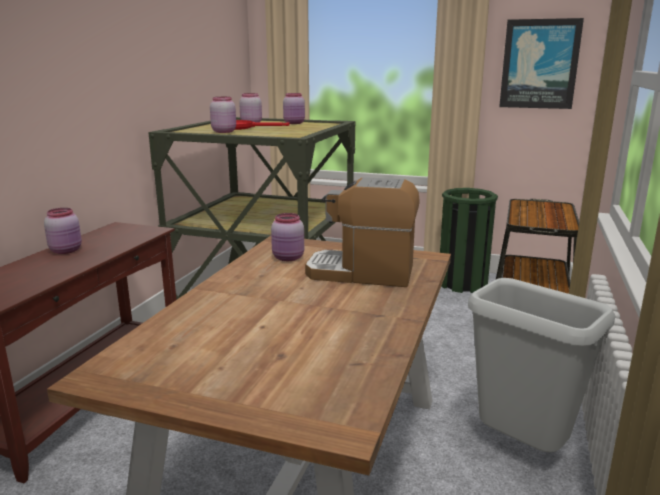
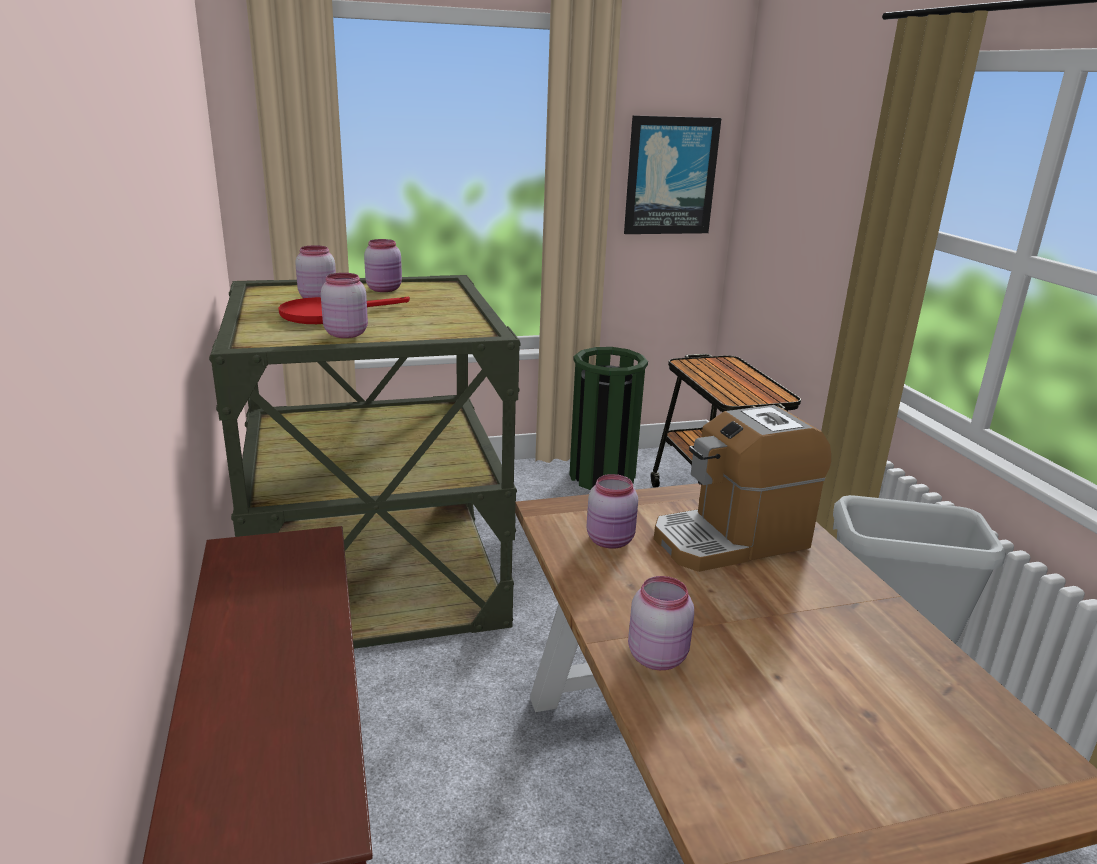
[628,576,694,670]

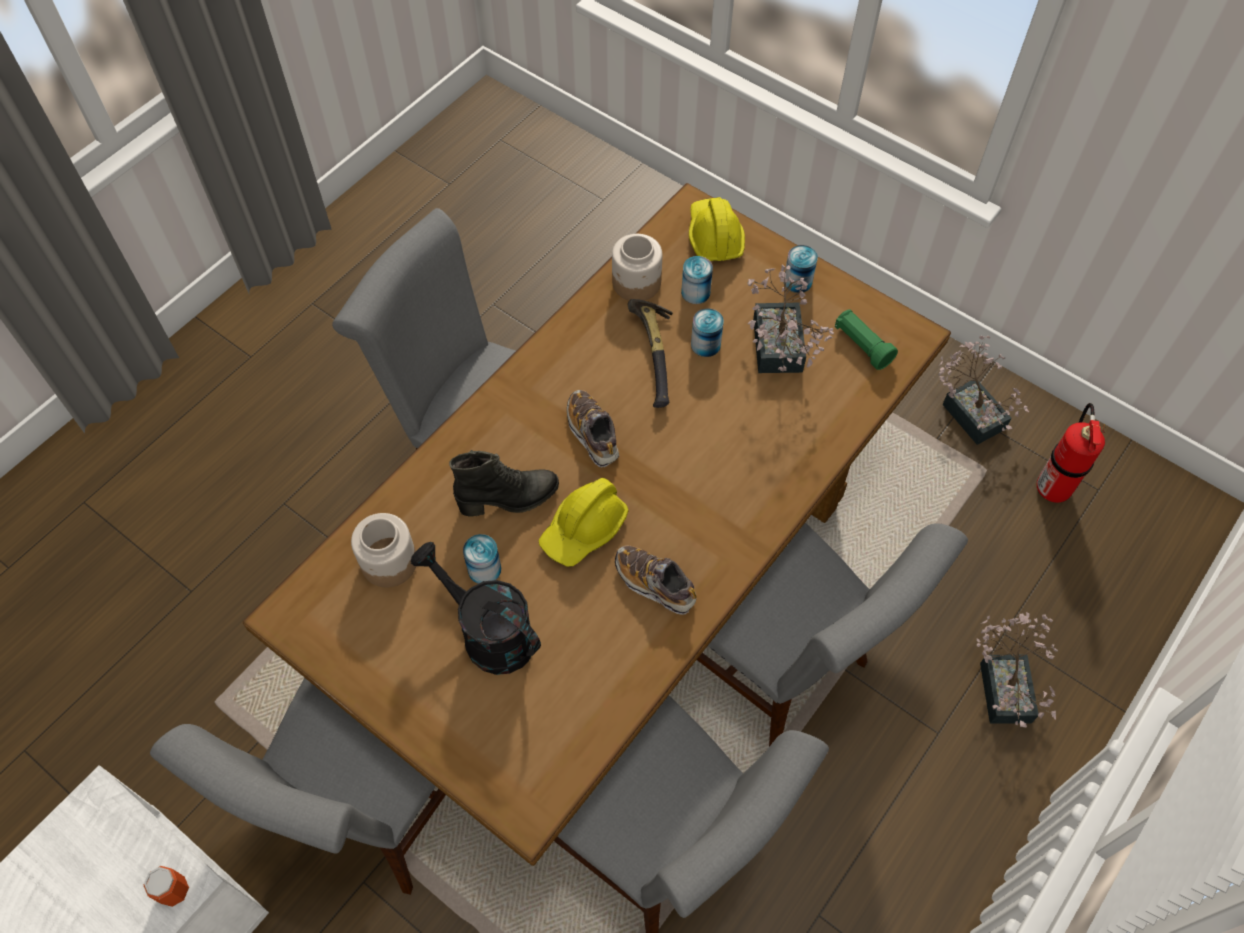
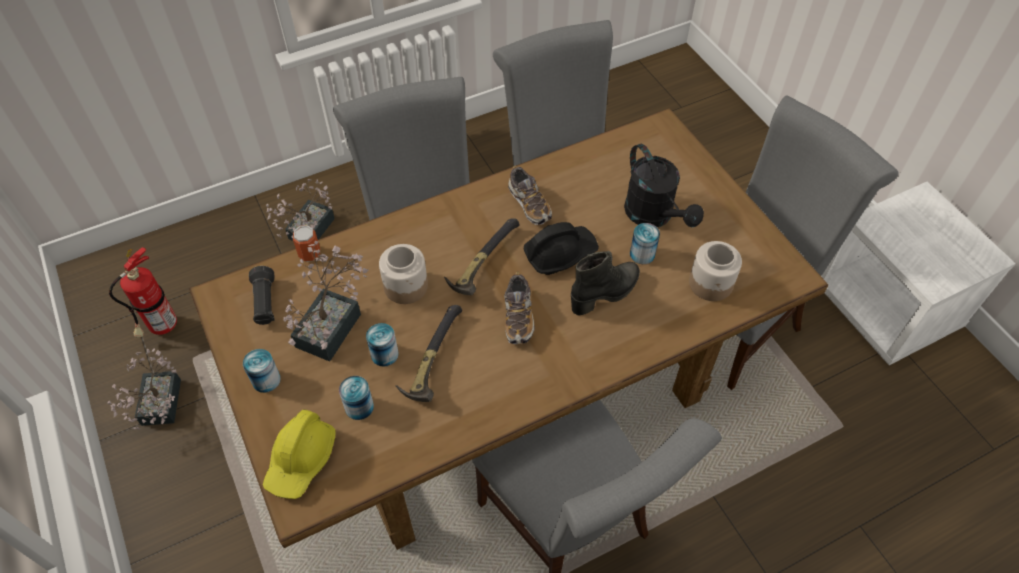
[293,225,320,262]
[571,251,640,315]
[524,222,599,275]
[379,244,428,304]
[249,266,275,325]
[444,218,519,296]

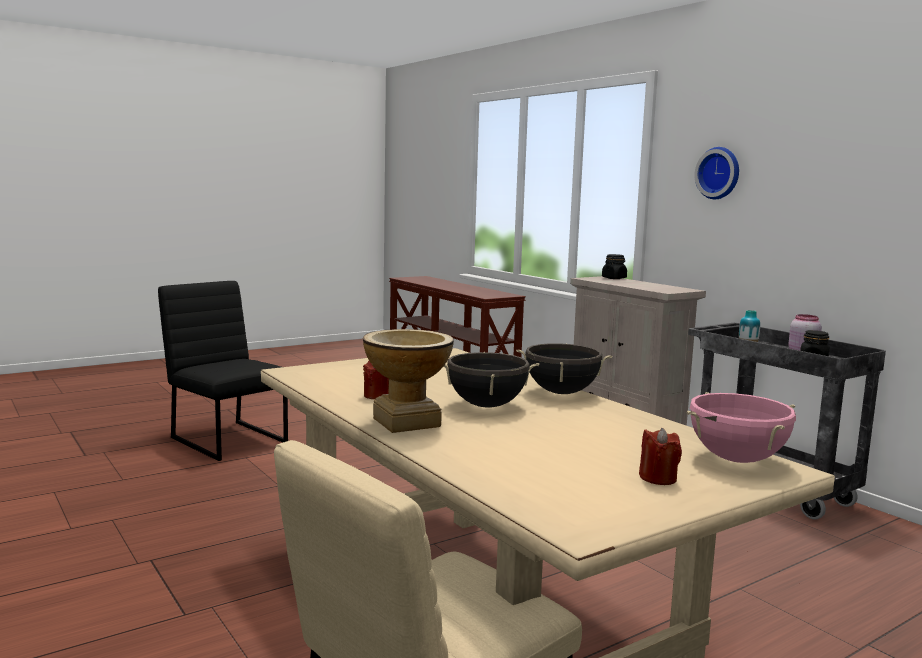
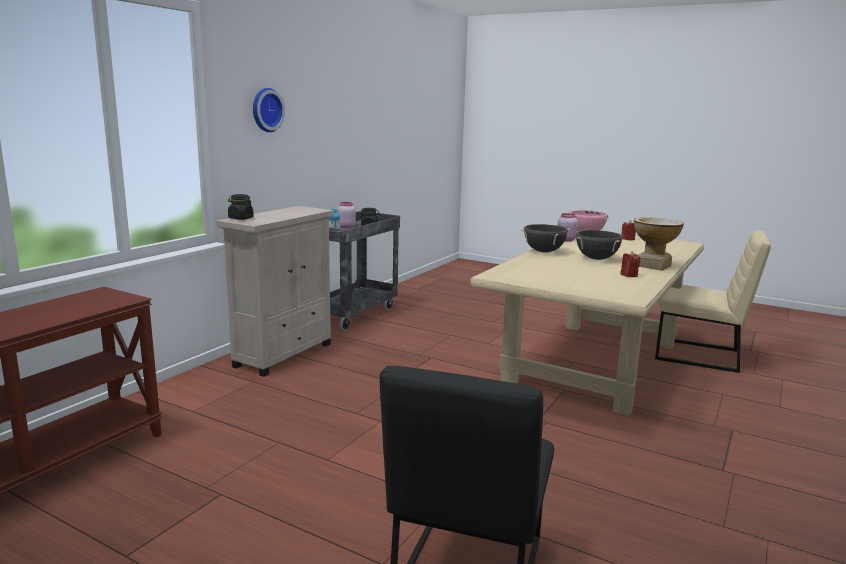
[558,213,578,242]

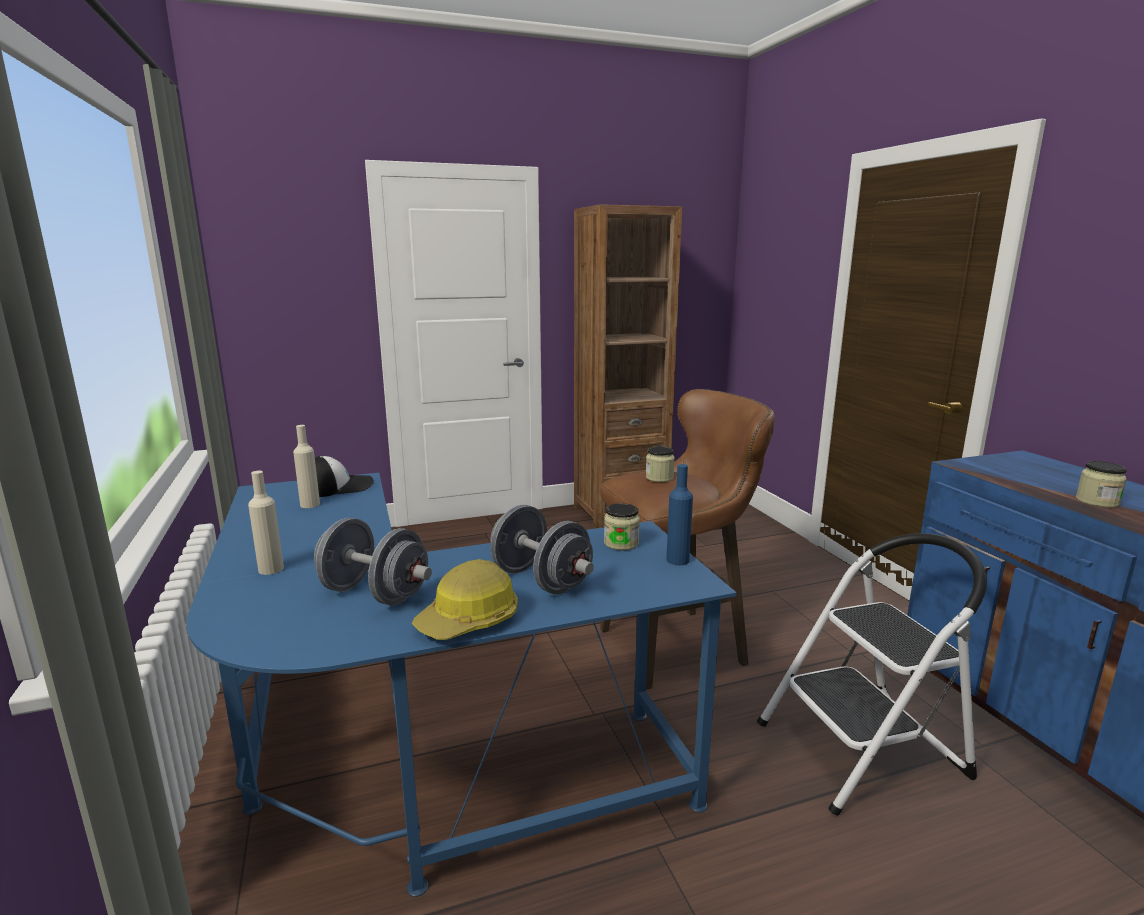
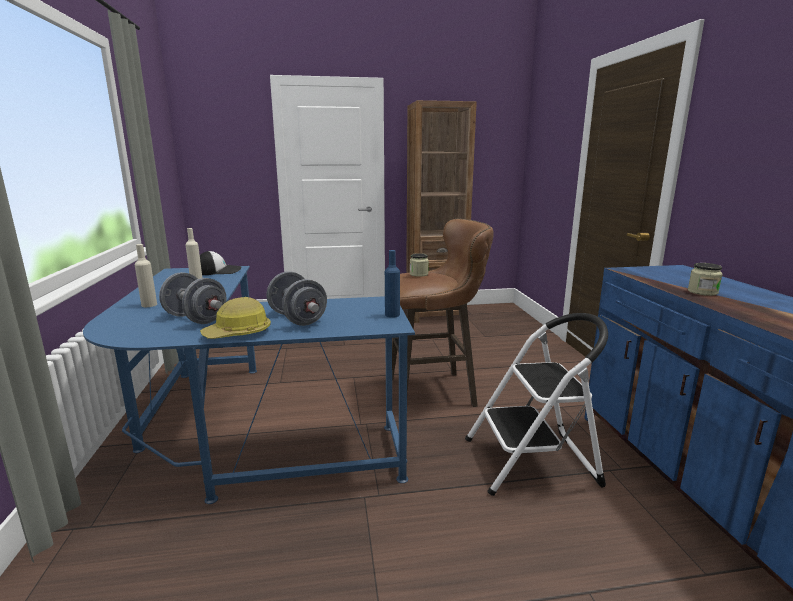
[604,503,640,550] (first image)

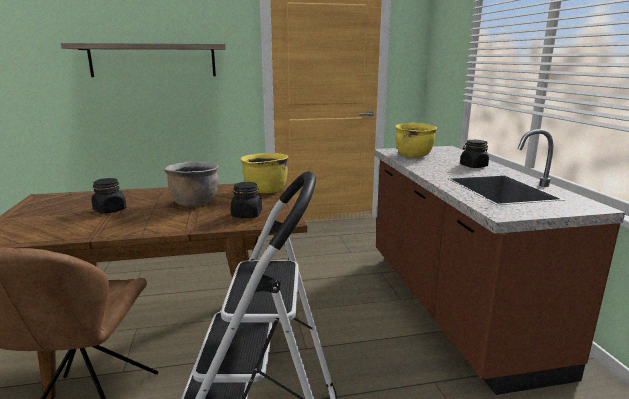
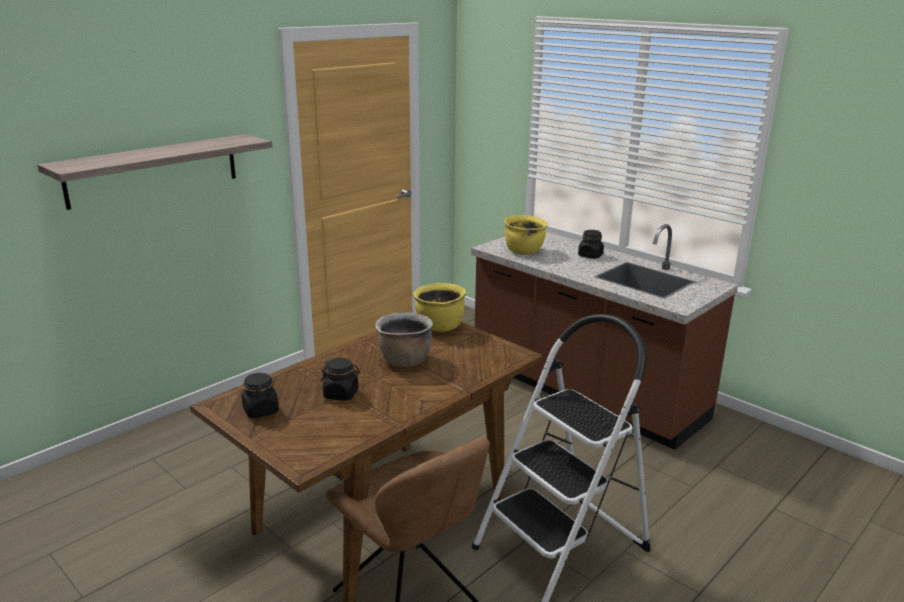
[242,373,279,418]

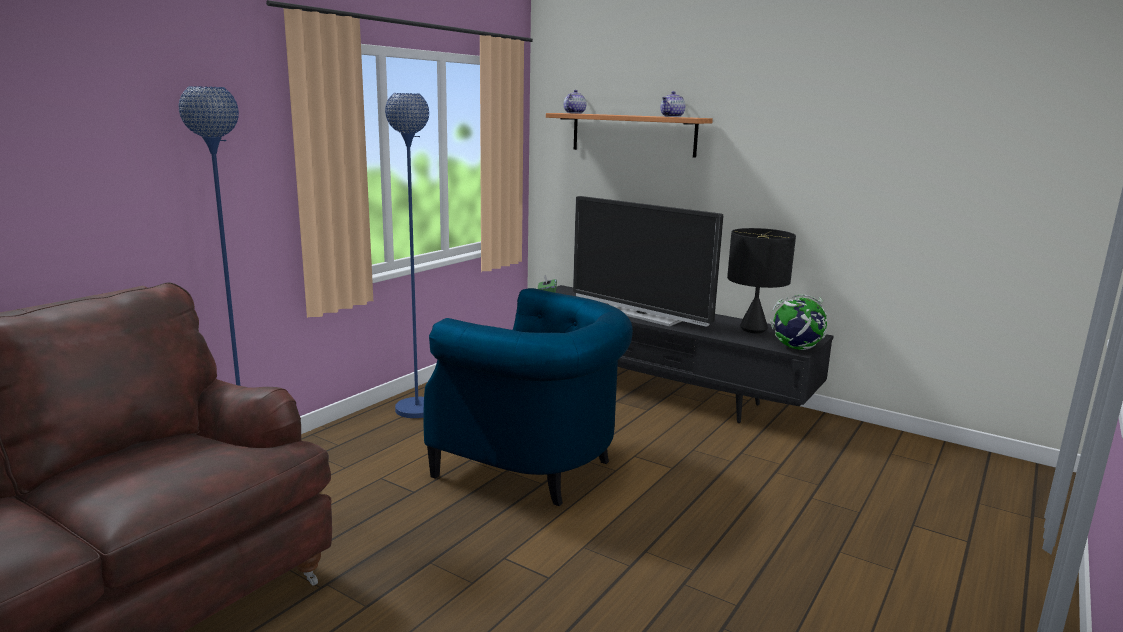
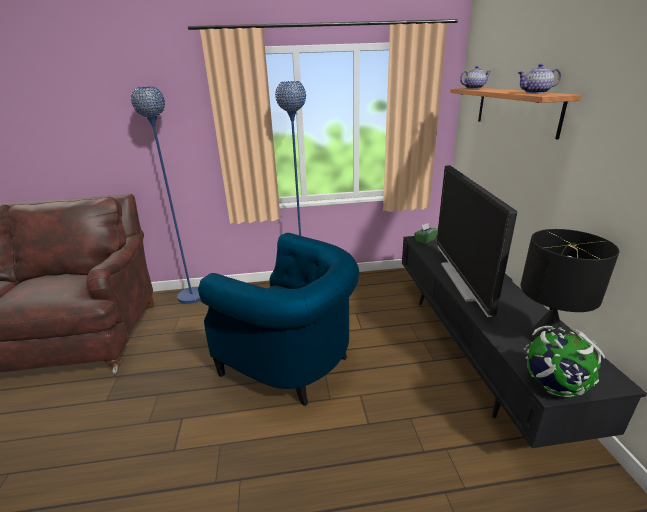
[198,233,359,406]

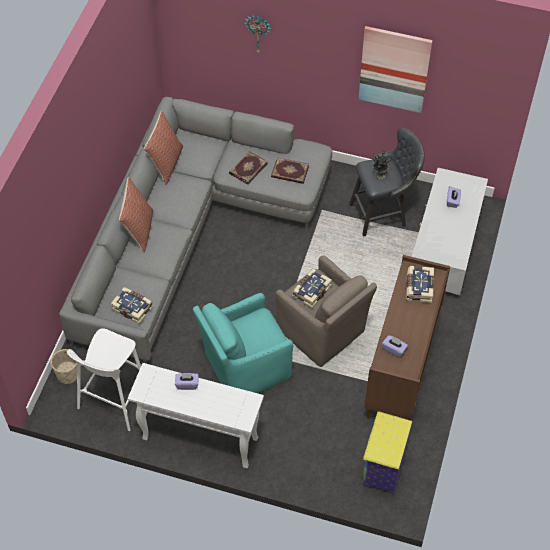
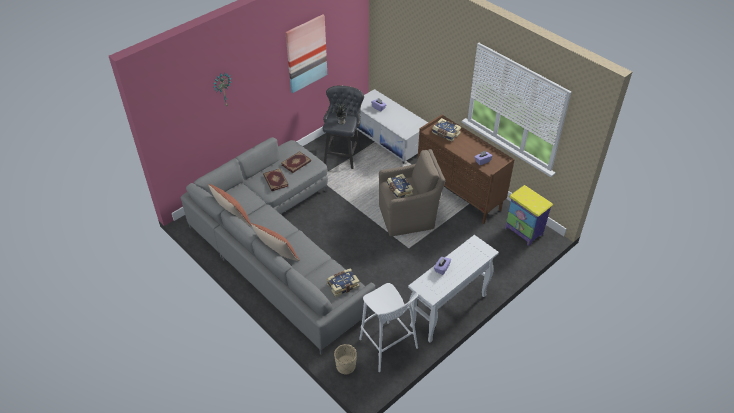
[193,293,293,393] (first image)

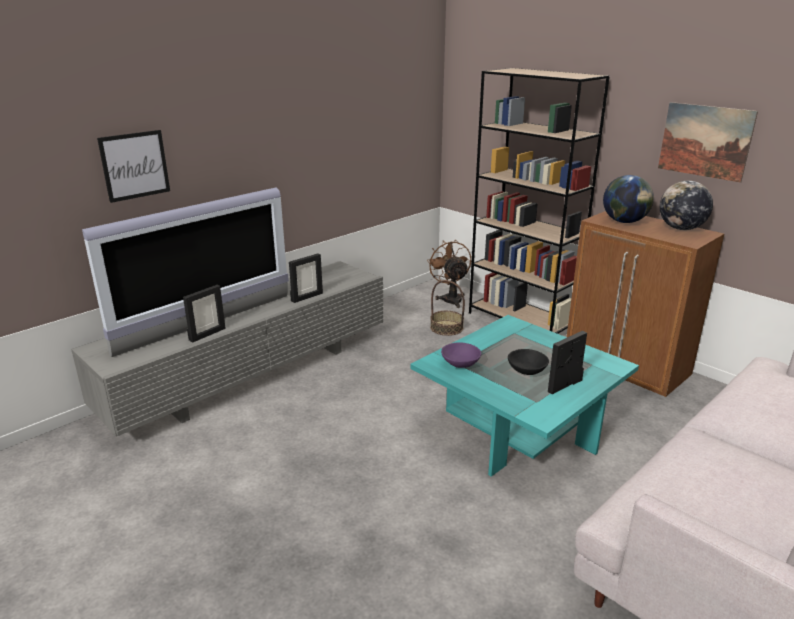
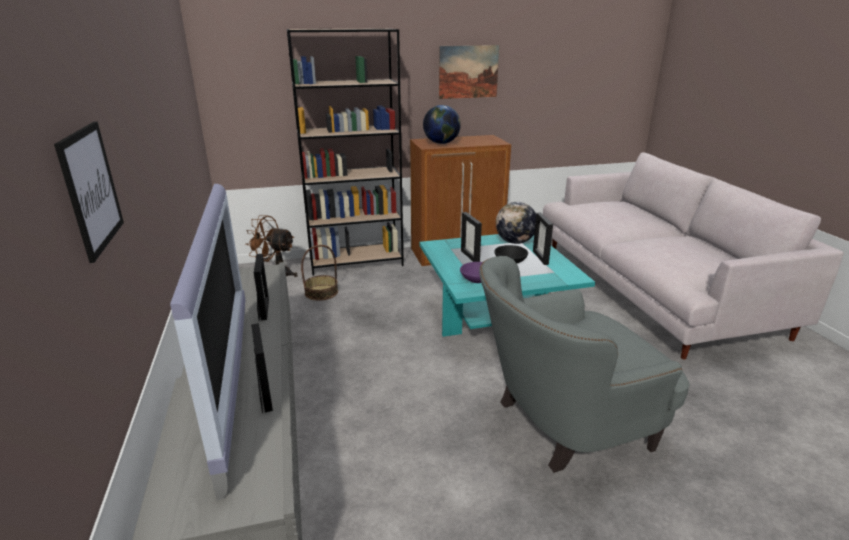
[496,202,536,244]
[461,212,482,262]
[479,256,689,473]

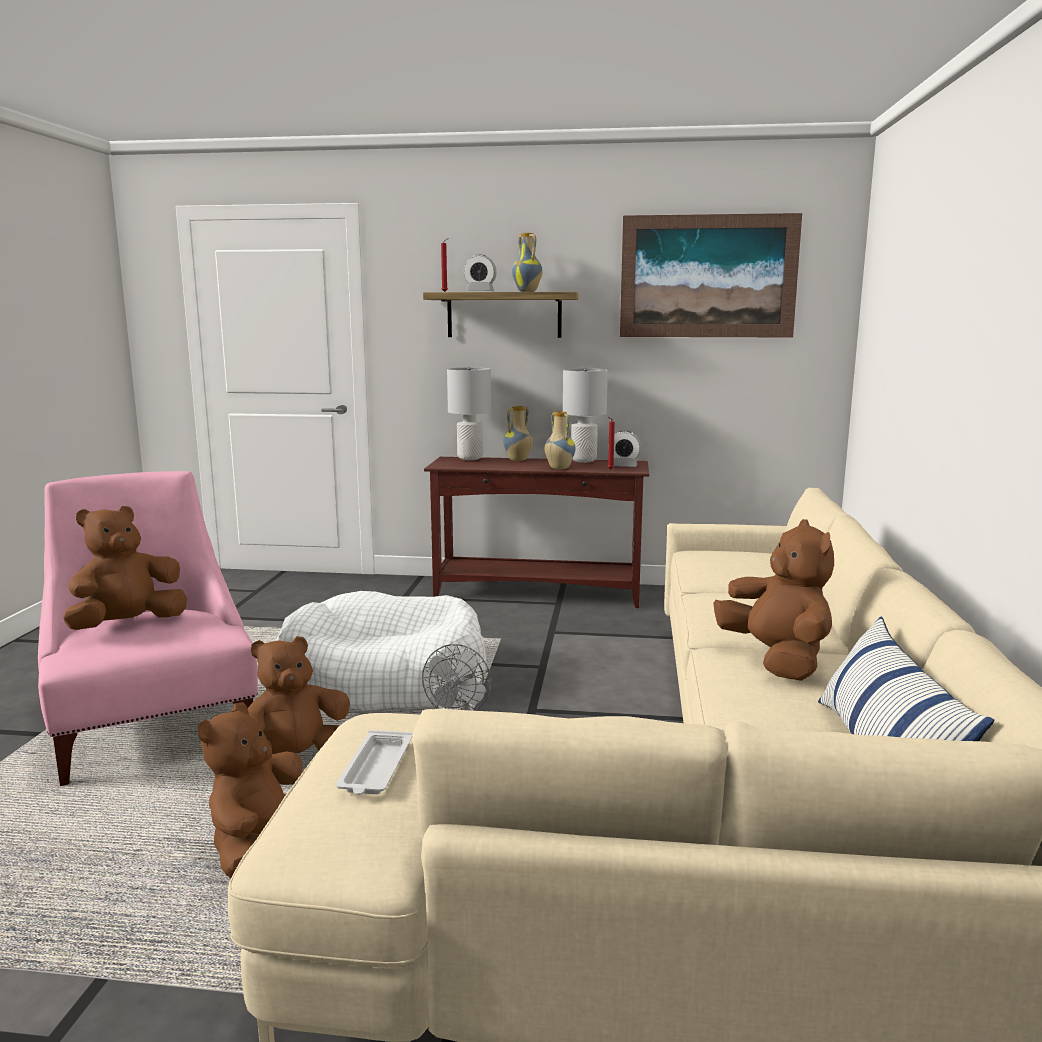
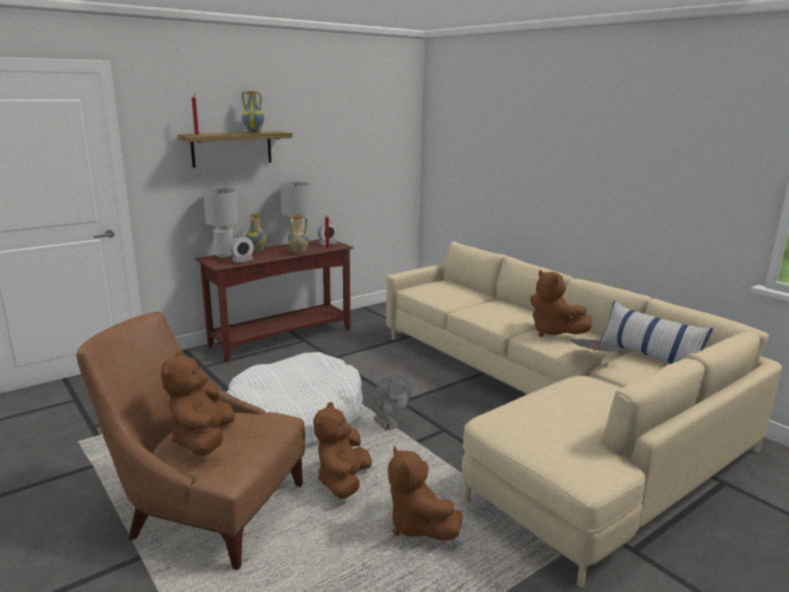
[76,311,305,570]
[336,730,413,795] (first image)
[230,236,254,263]
[620,213,802,338] (first image)
[530,270,592,337]
[570,339,622,352]

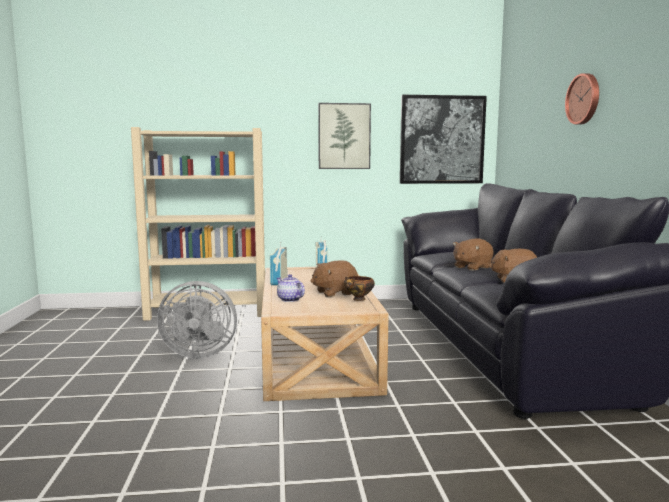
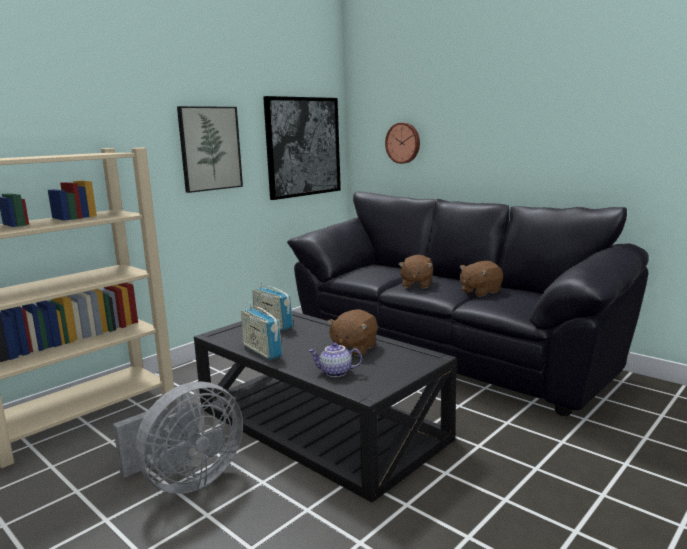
[194,311,457,502]
[344,276,375,301] (first image)
[385,123,420,164]

